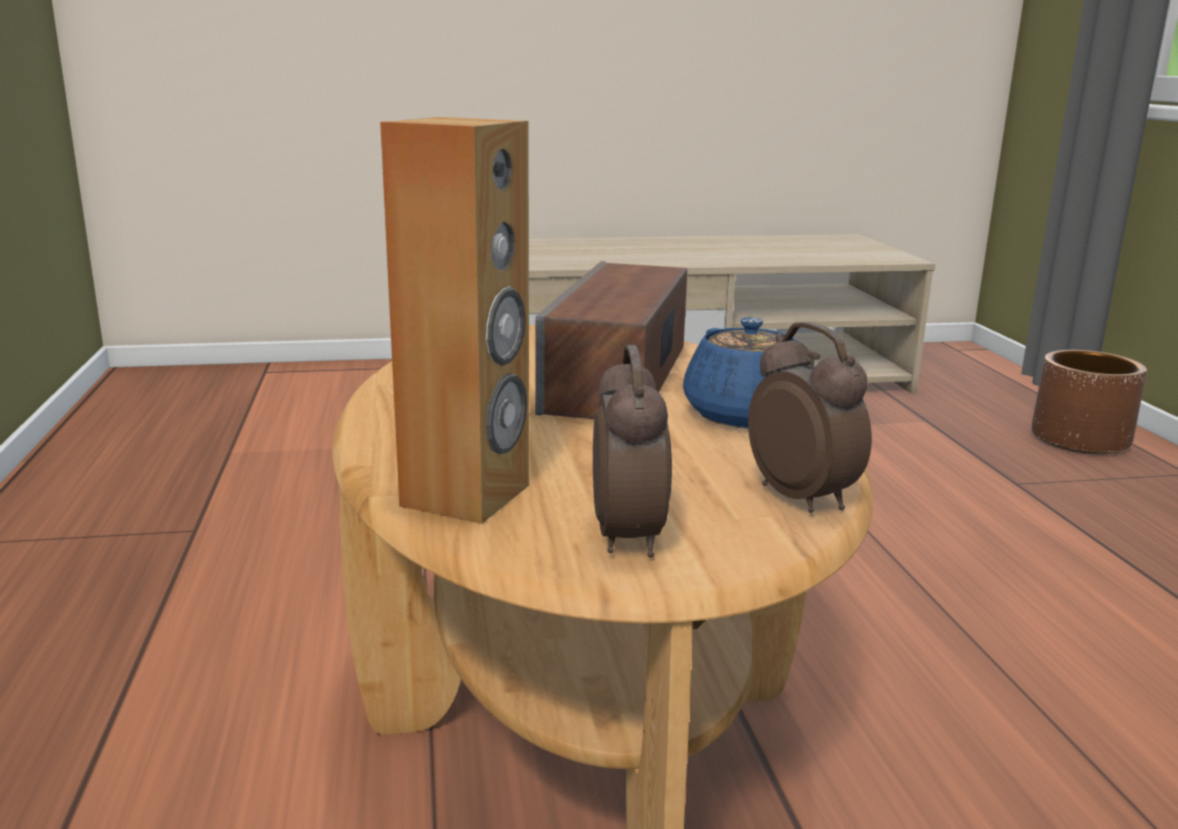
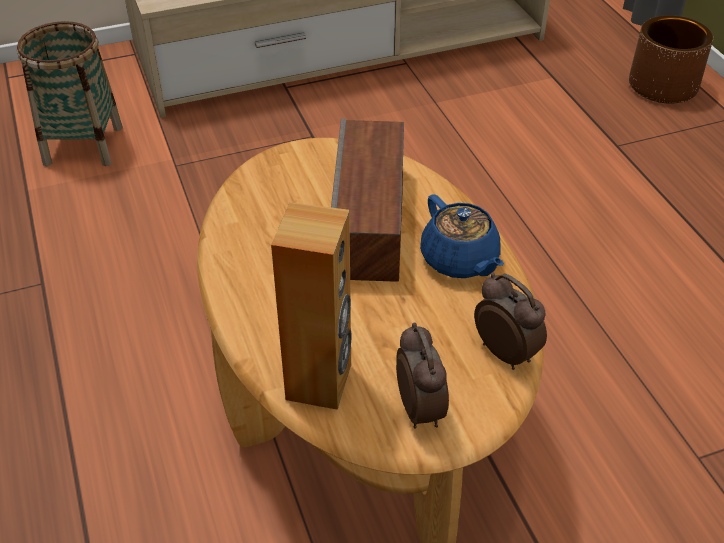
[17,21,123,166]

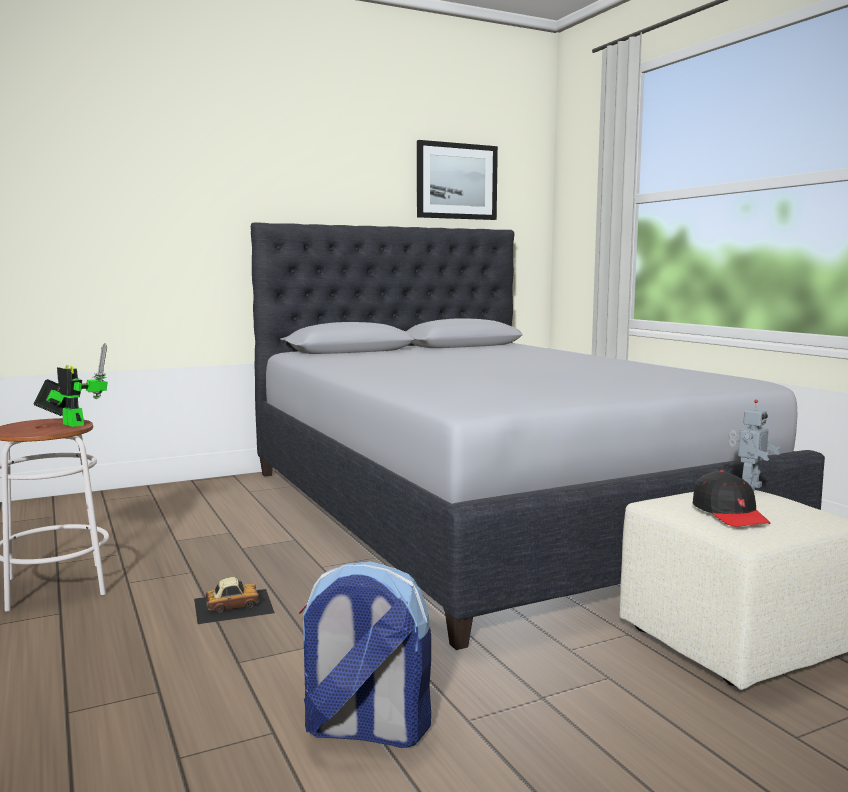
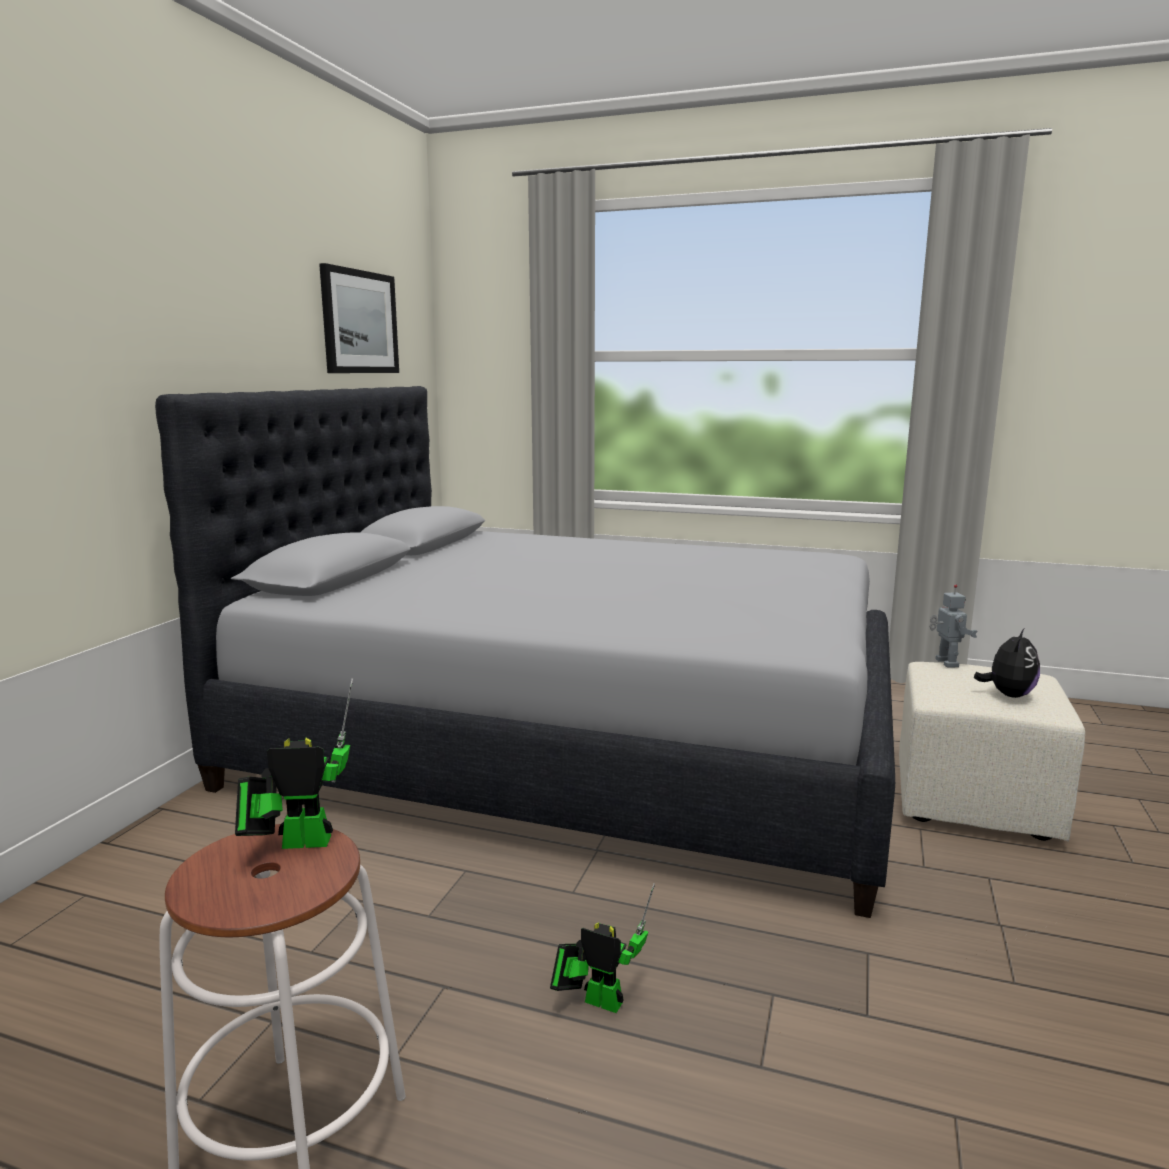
[550,883,655,1013]
[299,561,431,748] (first image)
[974,629,1040,698]

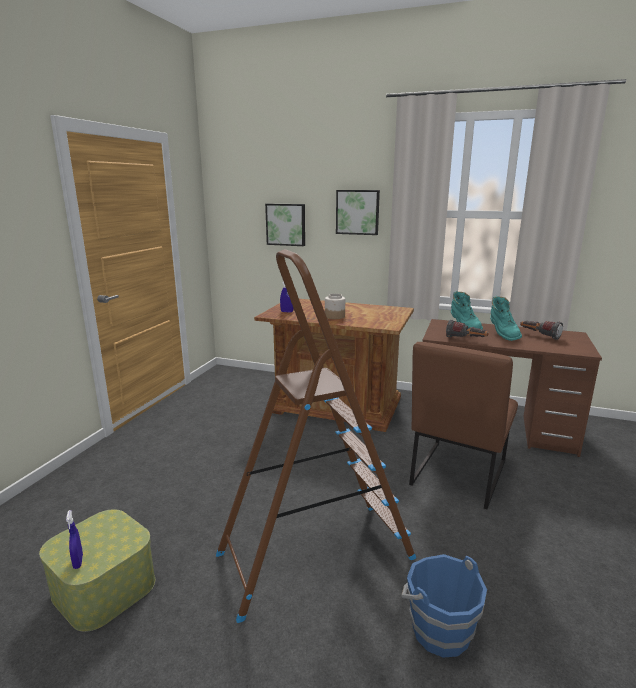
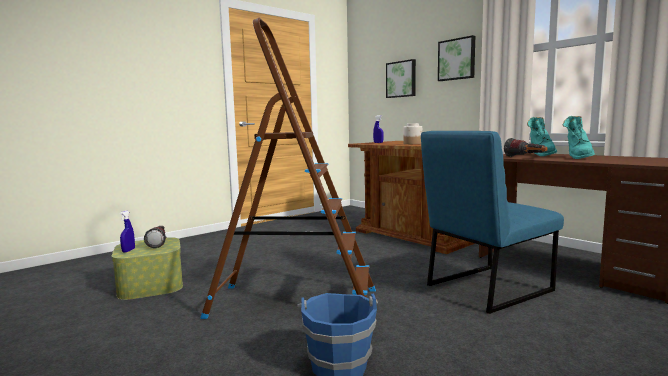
[421,131,564,314]
[144,226,166,248]

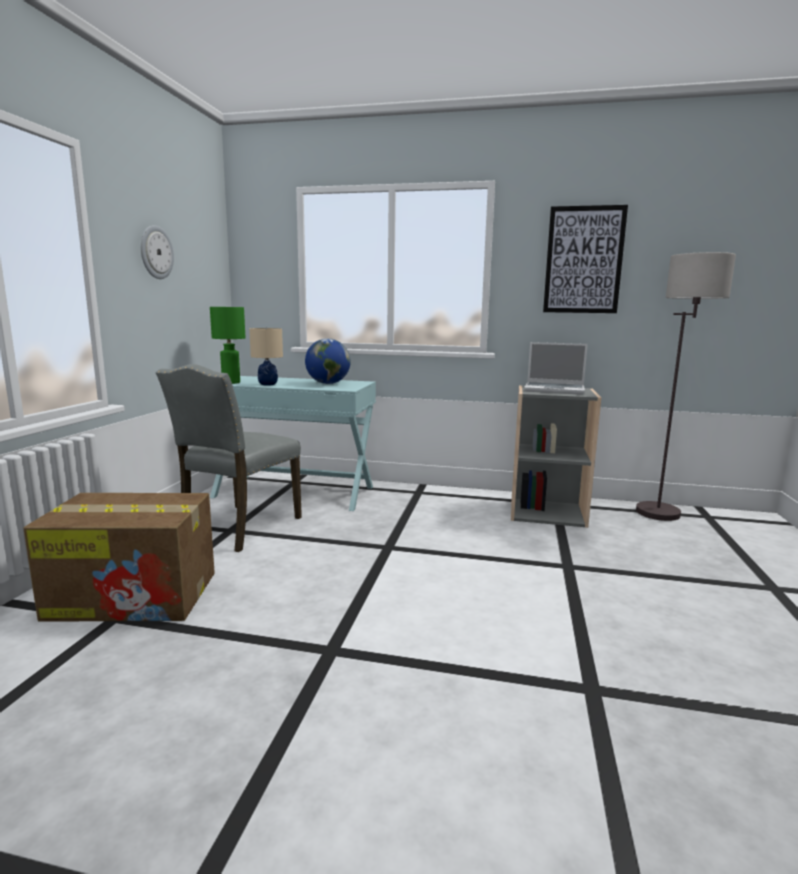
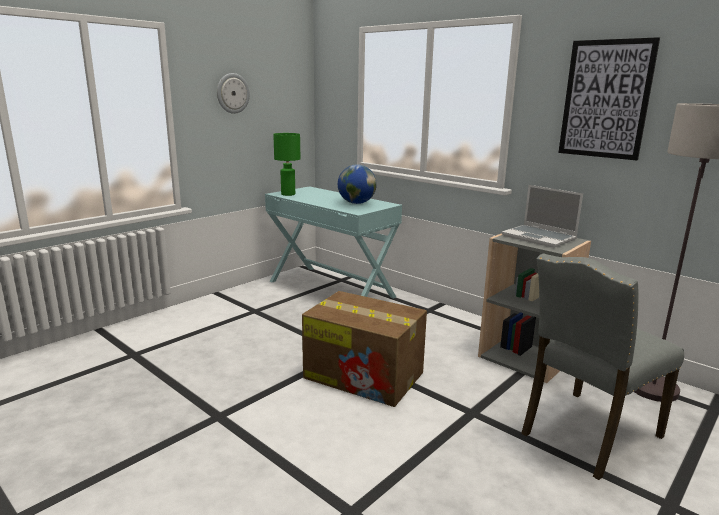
[302,291,427,407]
[521,253,684,480]
[249,328,283,385] (first image)

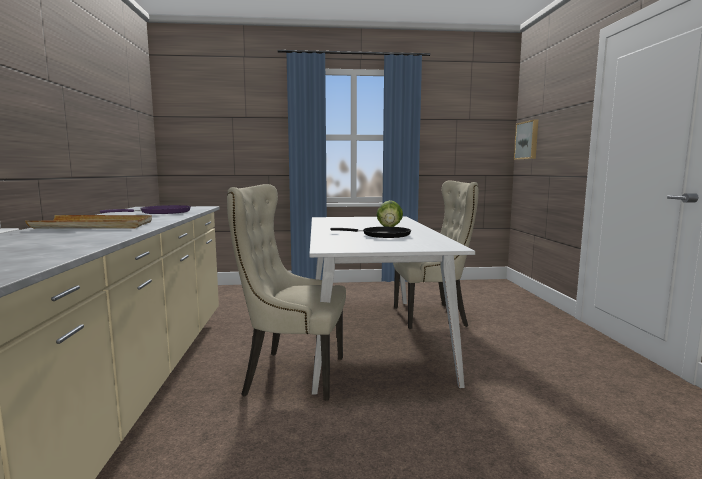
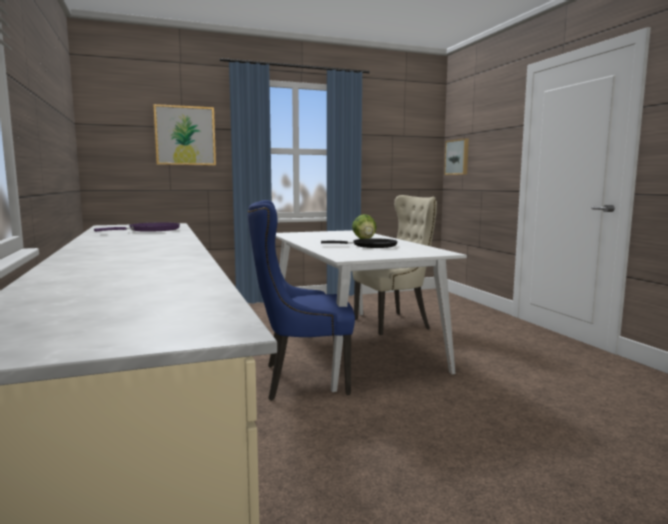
[25,215,152,229] (first image)
[247,200,355,401]
[153,104,216,165]

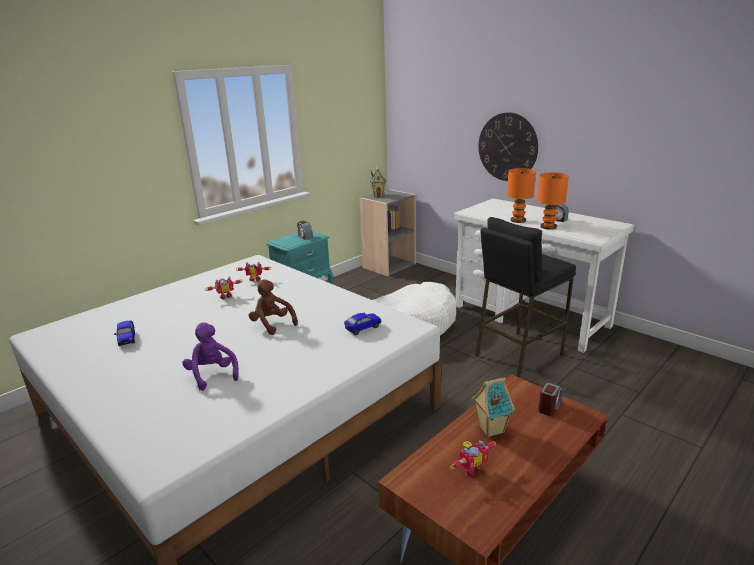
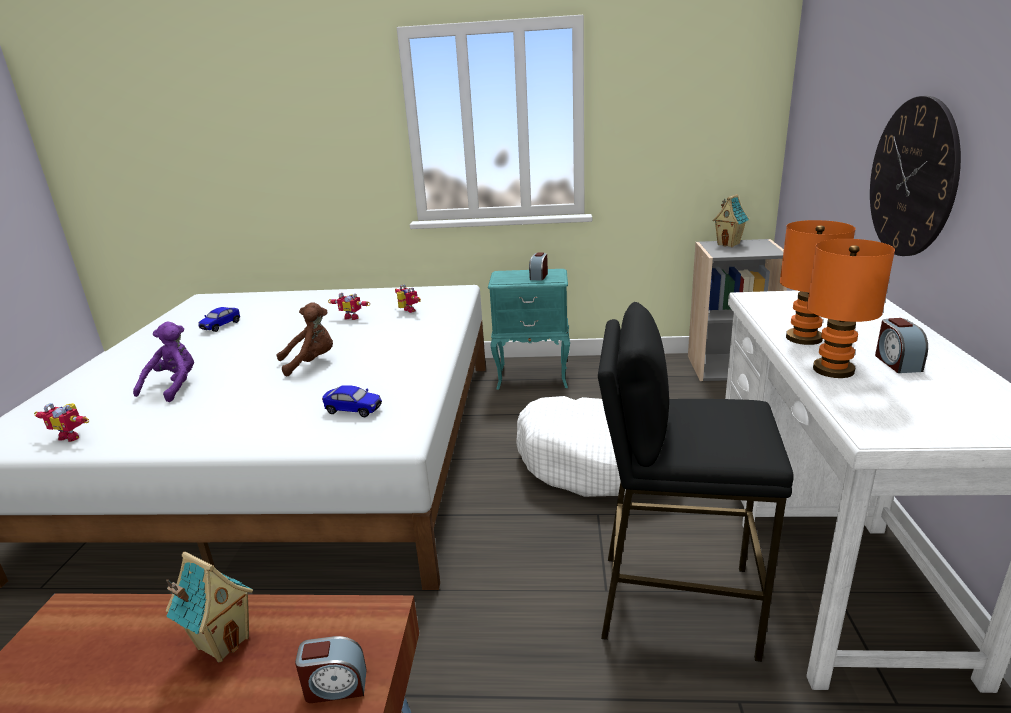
[277,302,333,377]
[34,403,89,442]

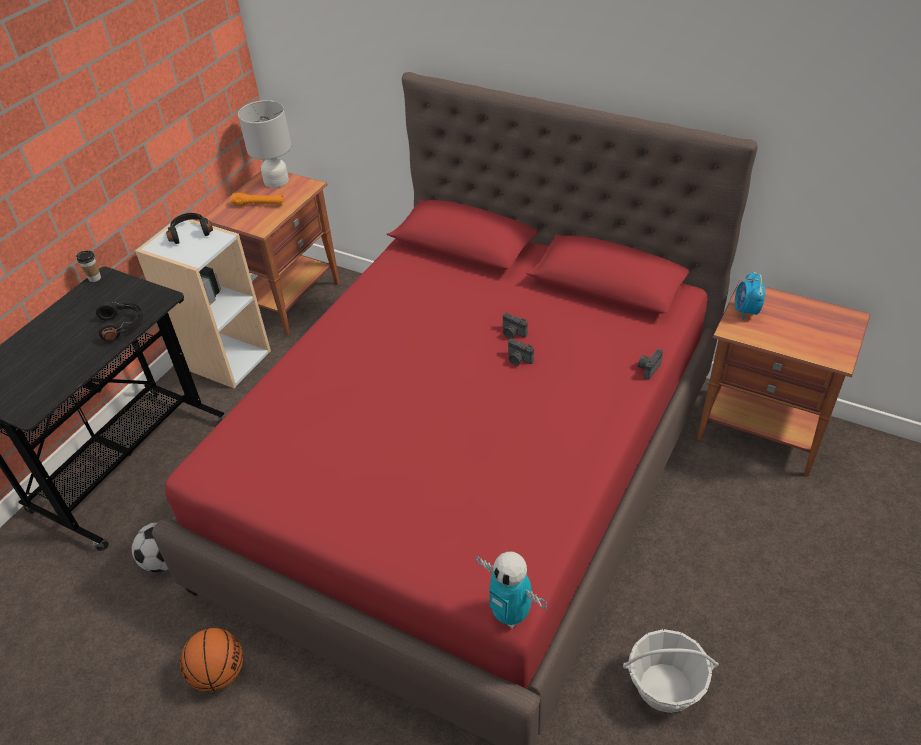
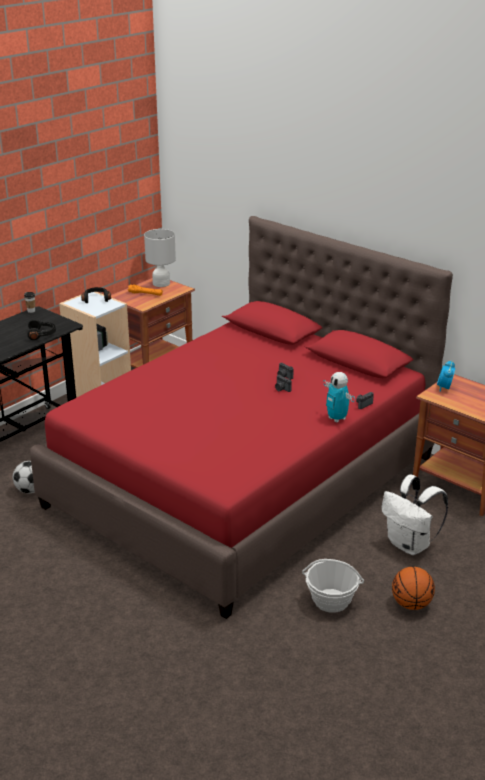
[392,567,435,610]
[323,372,355,423]
[381,474,448,555]

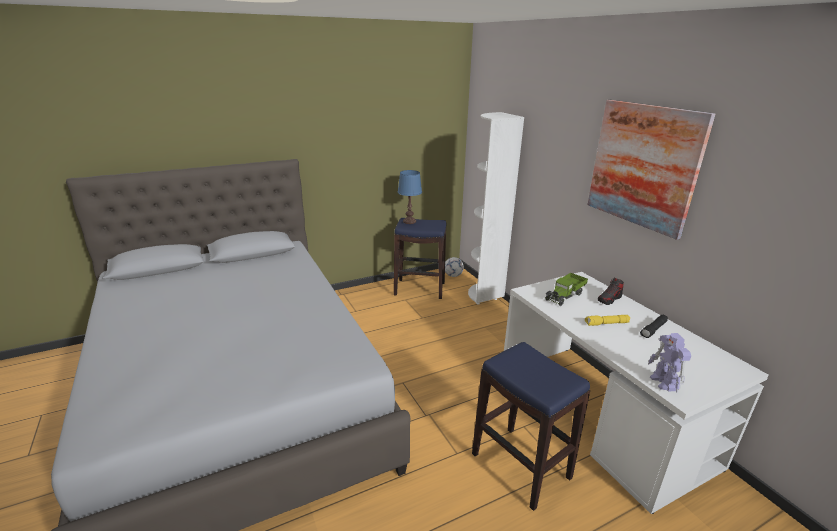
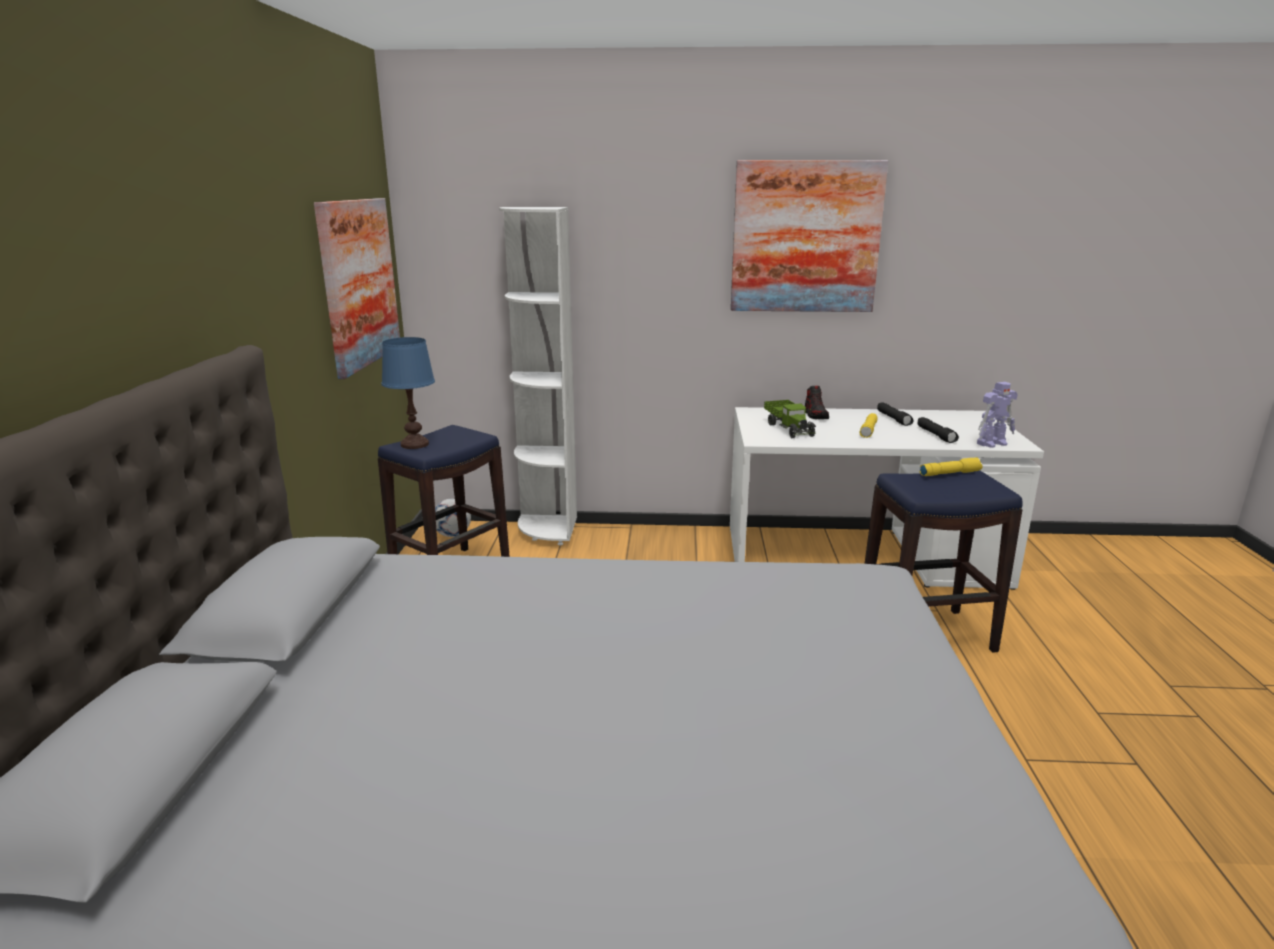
[977,382,1018,448]
[314,198,400,379]
[917,417,959,443]
[920,457,983,476]

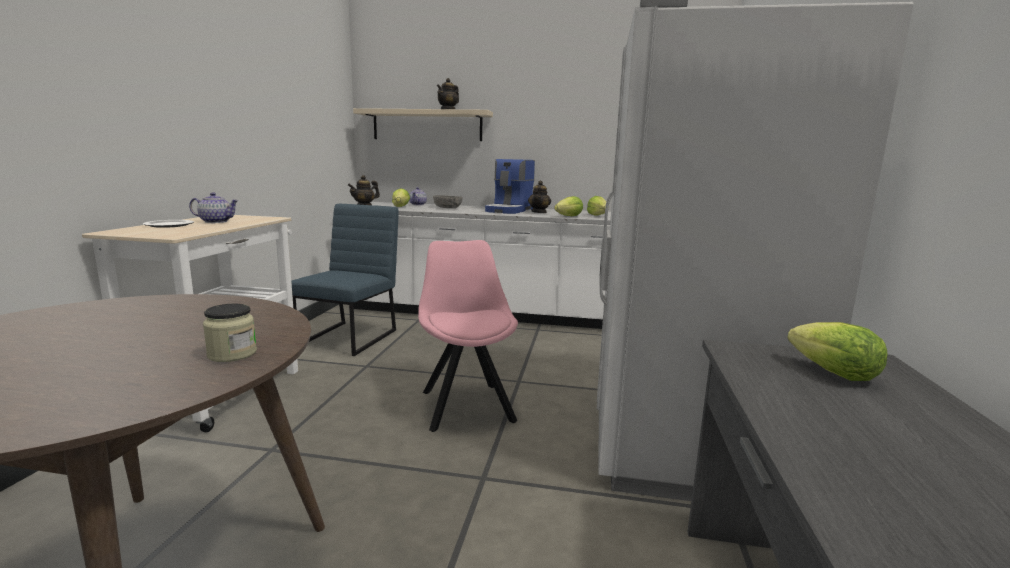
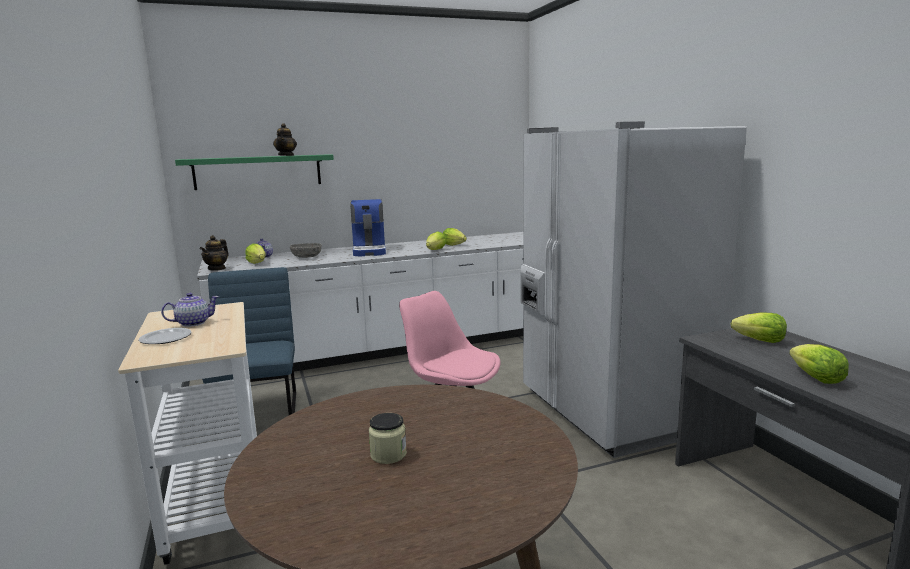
[369,413,407,464]
[175,154,334,190]
[528,181,551,213] (first image)
[789,344,849,384]

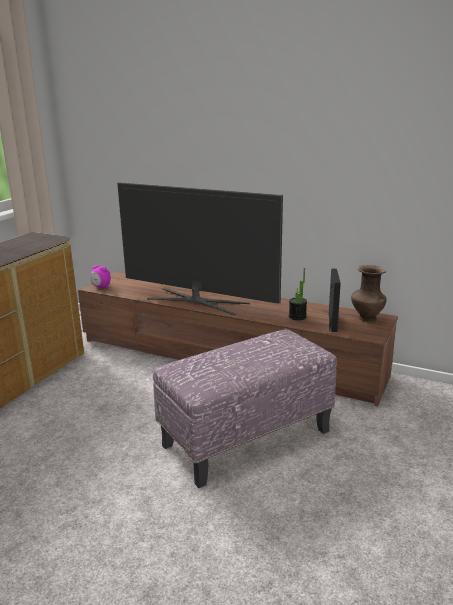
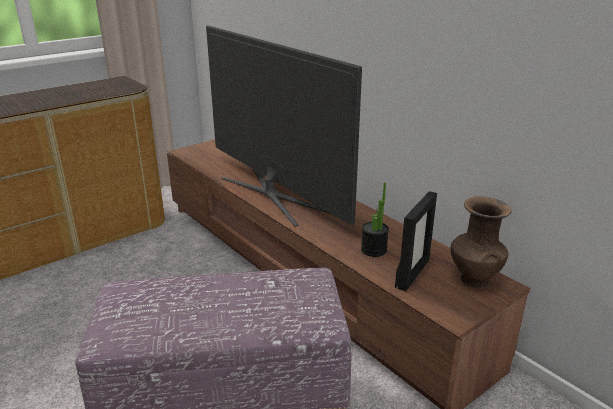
[91,265,111,288] (first image)

